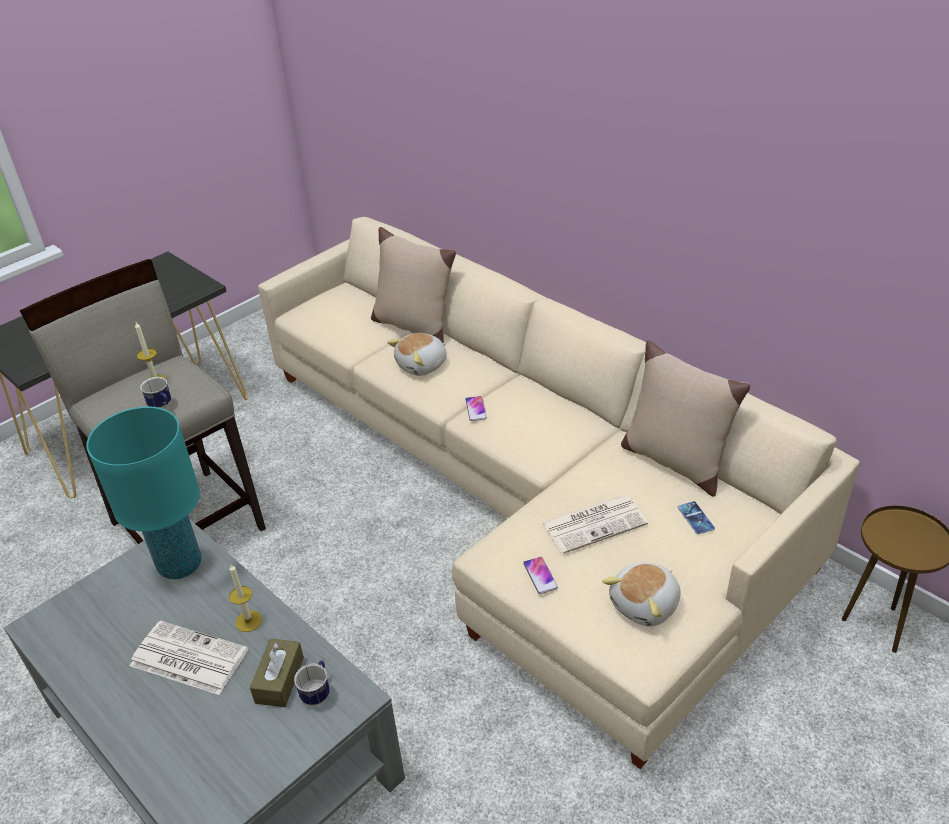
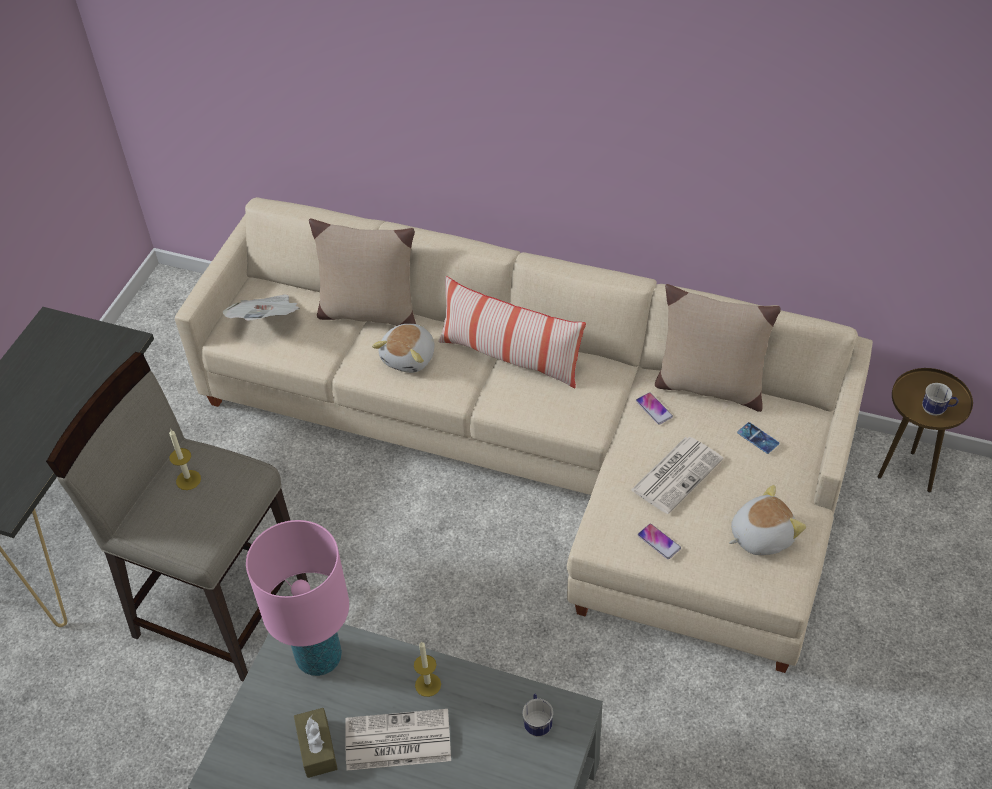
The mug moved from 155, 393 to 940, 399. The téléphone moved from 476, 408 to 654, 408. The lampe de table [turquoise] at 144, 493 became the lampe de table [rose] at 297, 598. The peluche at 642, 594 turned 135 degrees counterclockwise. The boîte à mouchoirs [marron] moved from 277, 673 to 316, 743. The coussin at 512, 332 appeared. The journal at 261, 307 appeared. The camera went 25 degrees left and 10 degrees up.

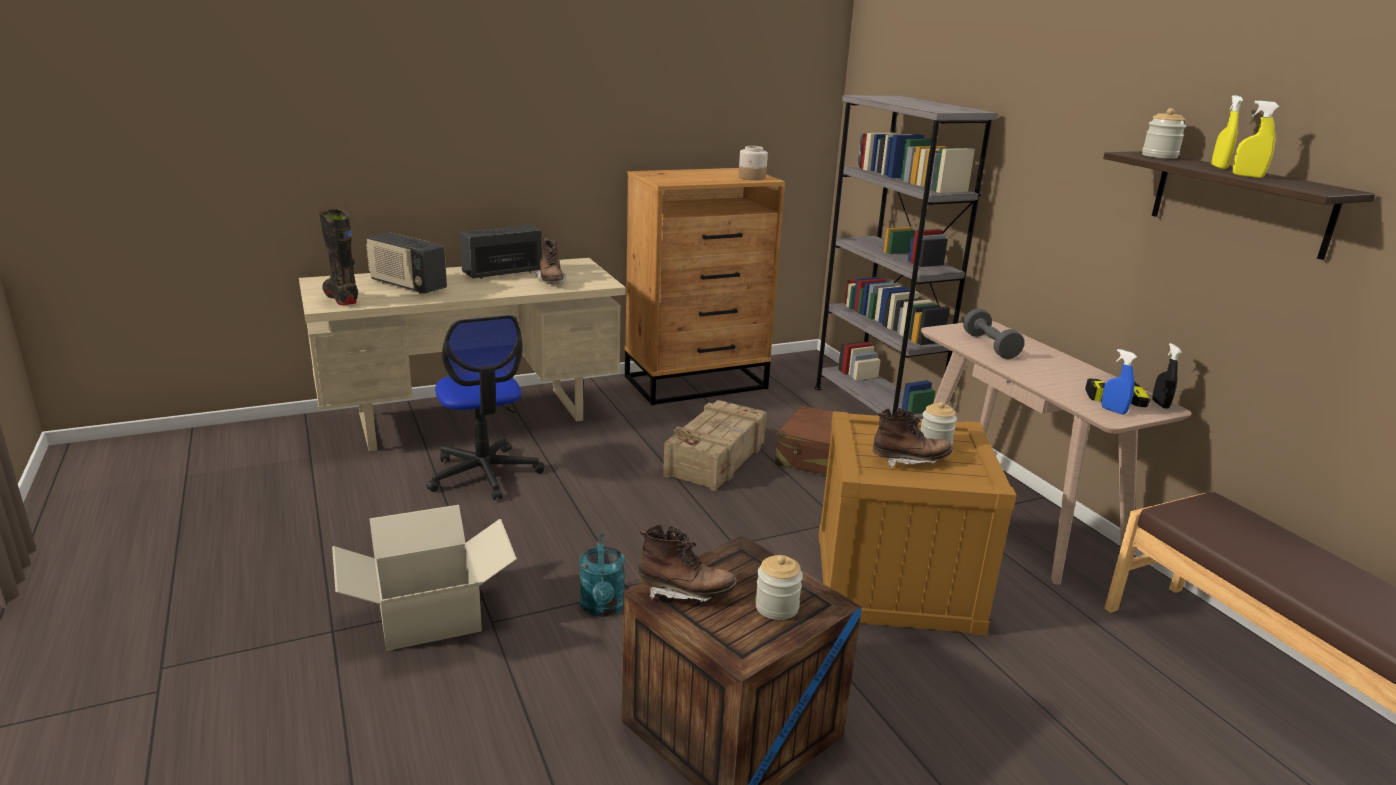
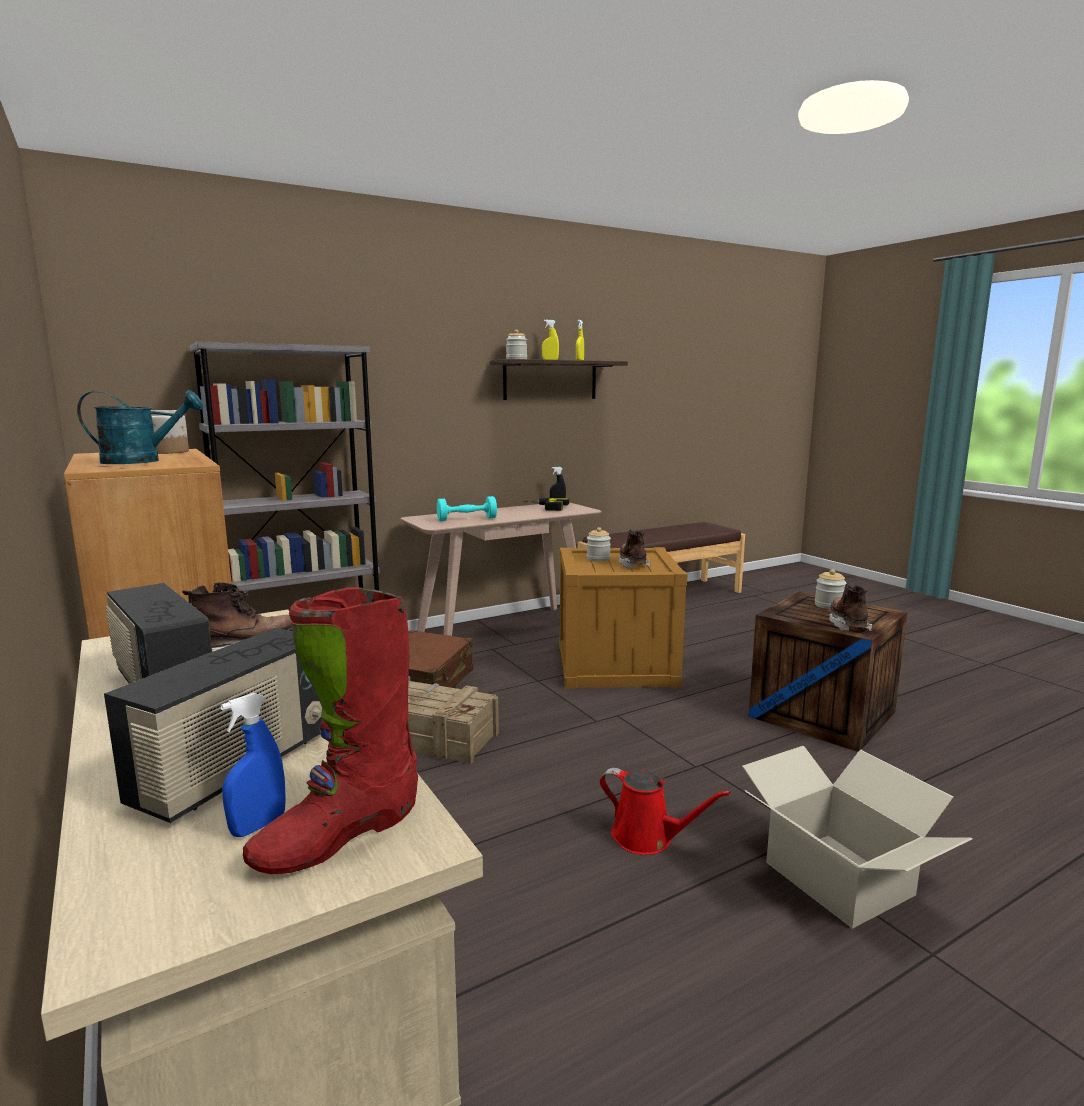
The botte [noir] at 338, 257 became the botte [rouge] at 330, 730. The haltère [gris] at 994, 333 became the haltère [turquoise] at 467, 508. The chaise de bureau at 485, 407 disappeared. The vaporisateur [bleu] moved from 1119, 382 to 253, 765. The arrosoir [turquoise] moved from 602, 575 to 140, 427. The arrosoir [rouge] at 665, 811 appeared. The camera went 95 degrees left and 10 degrees down.

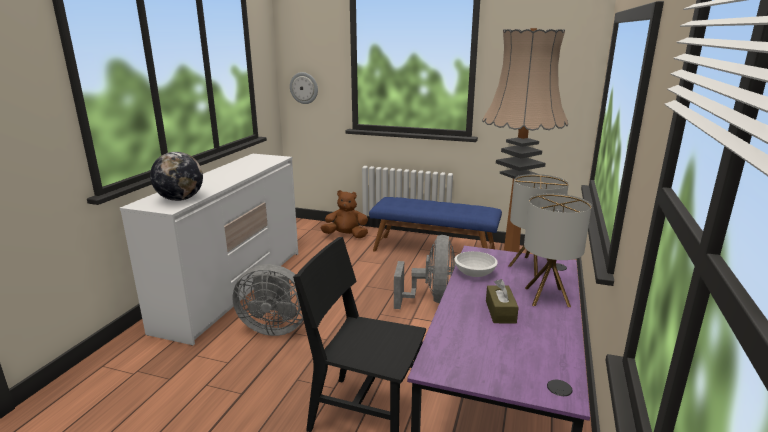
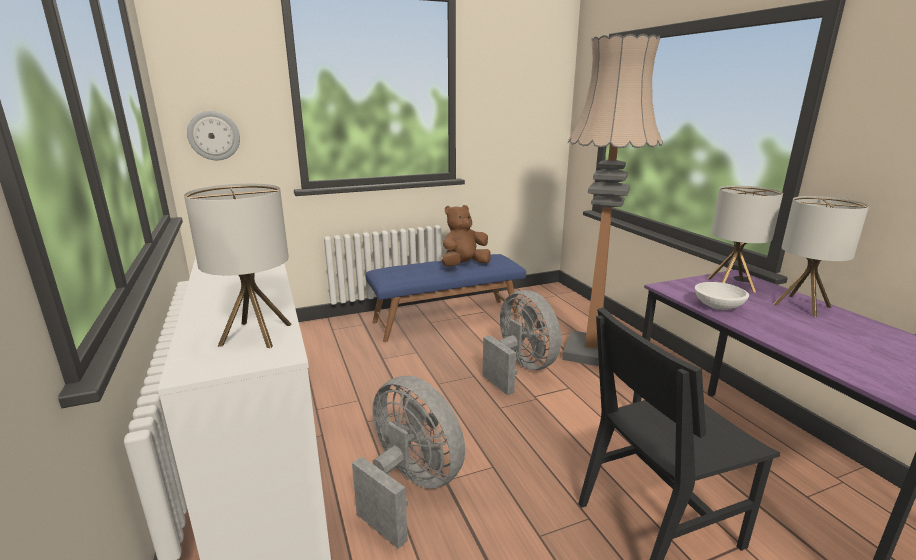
The globe at 176, 176 was replaced by the lampe de table at 238, 265. The peluche [marron] moved from 344, 214 to 466, 235. The ventilateur [gris] at 268, 300 turned 105 degrees counterclockwise. The boîte à mouchoirs [marron] at 502, 301 disappeared. The camera went 40 degrees left and 0 degrees up.

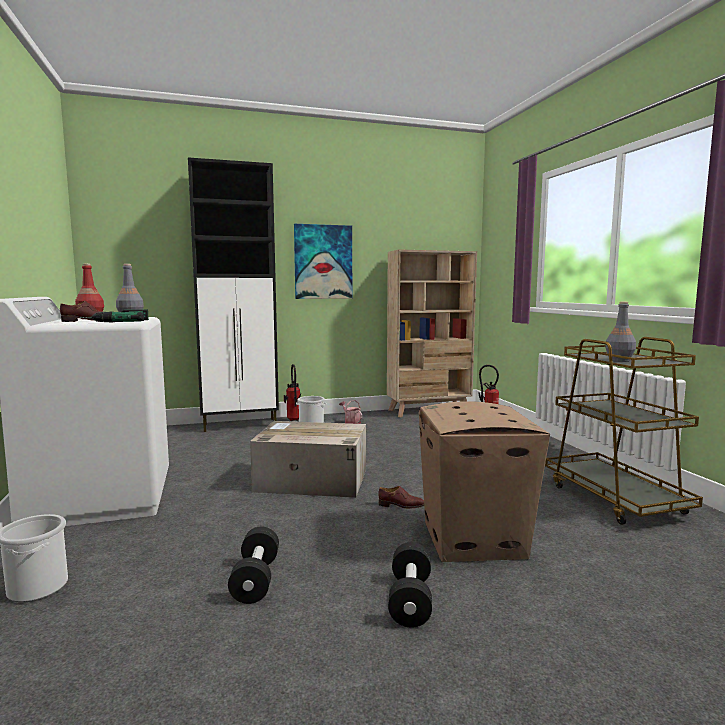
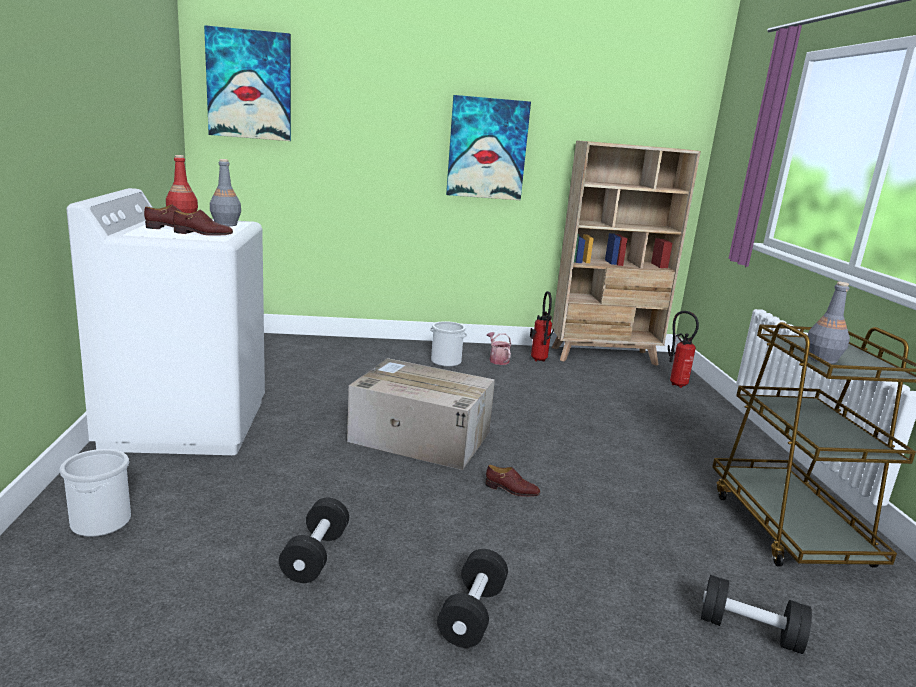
The meuble de rangement [noir] at 233, 294 disappeared. The perceuse at 114, 315 was replaced by the chaussure [marron] at 203, 223. The extincteur moved from 292, 392 to 542, 326. The carton at 484, 481 disappeared. The tableau at 247, 83 appeared. The haltère [noir] at 756, 614 appeared. The camera went 10 degrees right and 10 degrees up.

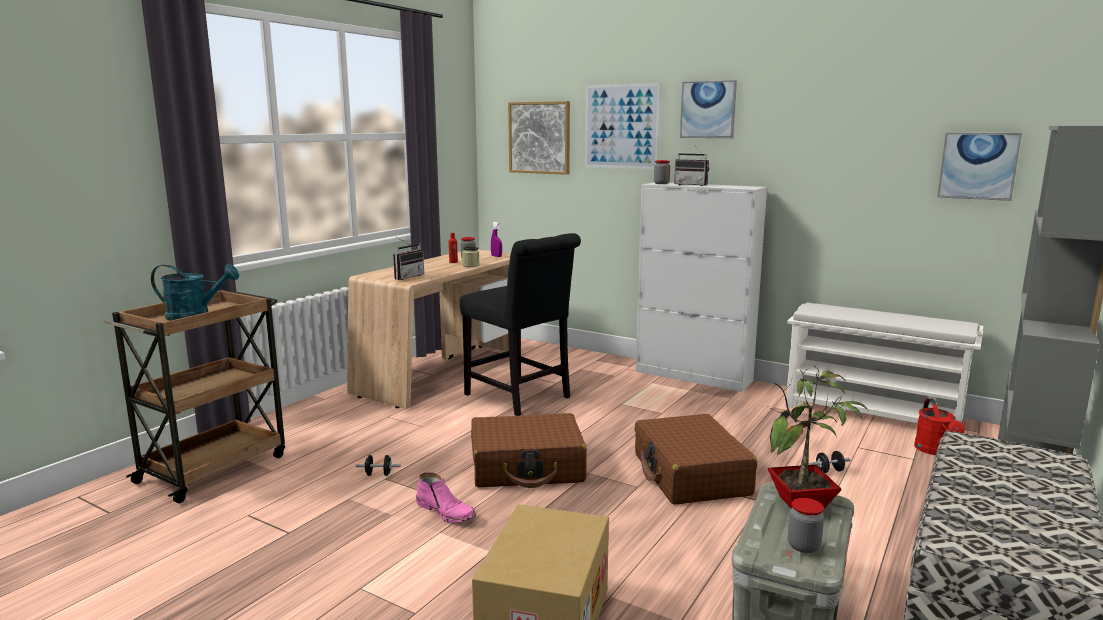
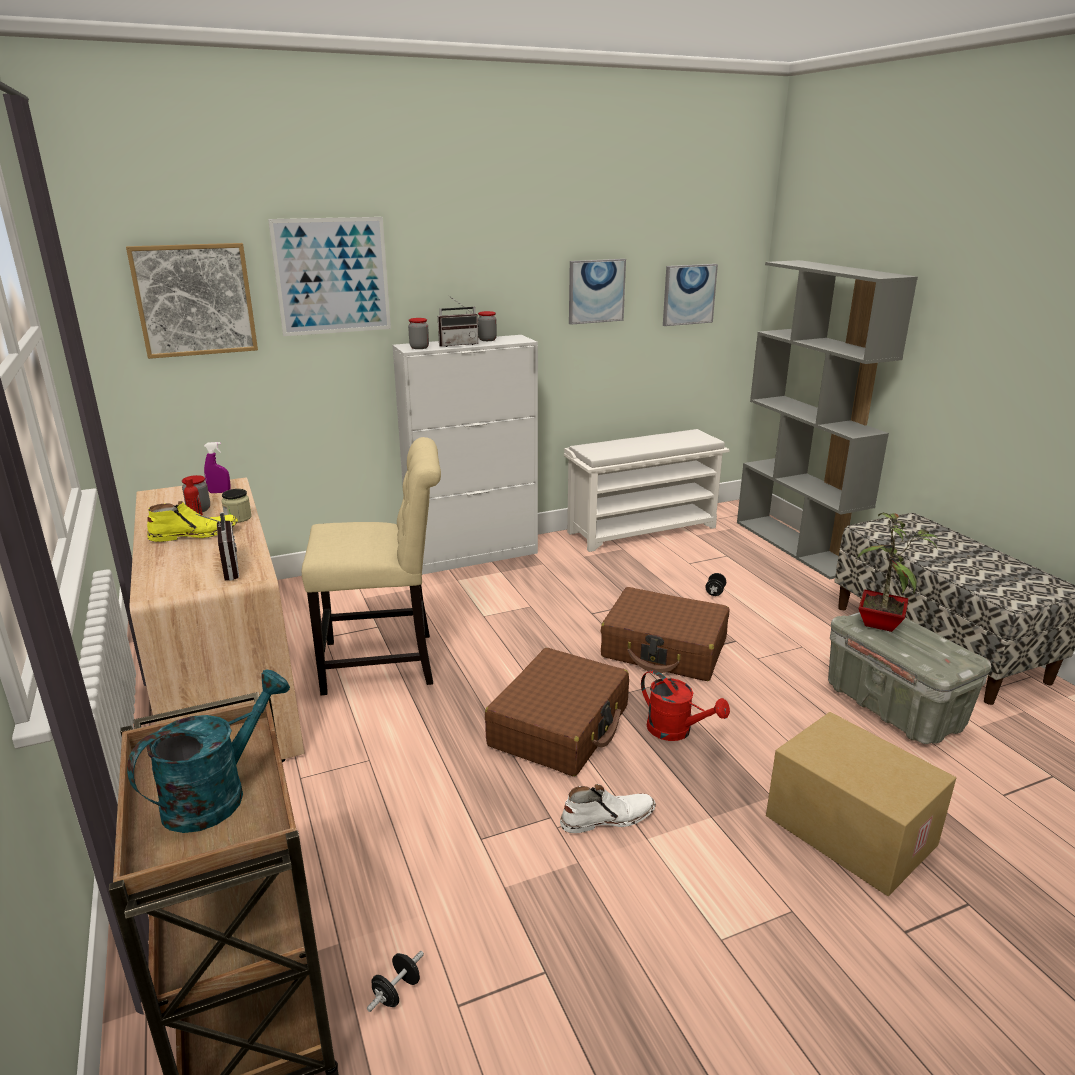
The tableau moved from 708, 109 to 597, 292. The chaise [noir] at 520, 324 became the chaise [beige] at 371, 566. The arrosoir [rouge] moved from 939, 426 to 685, 705. The haltère [noir] moved from 378, 465 to 395, 981. The botte [rose] at 446, 497 became the botte [blanc] at 608, 808. The bocal moved from 806, 525 to 487, 326. The botte [jaune] at 192, 521 appeared. The camera went 55 degrees left and 10 degrees up.

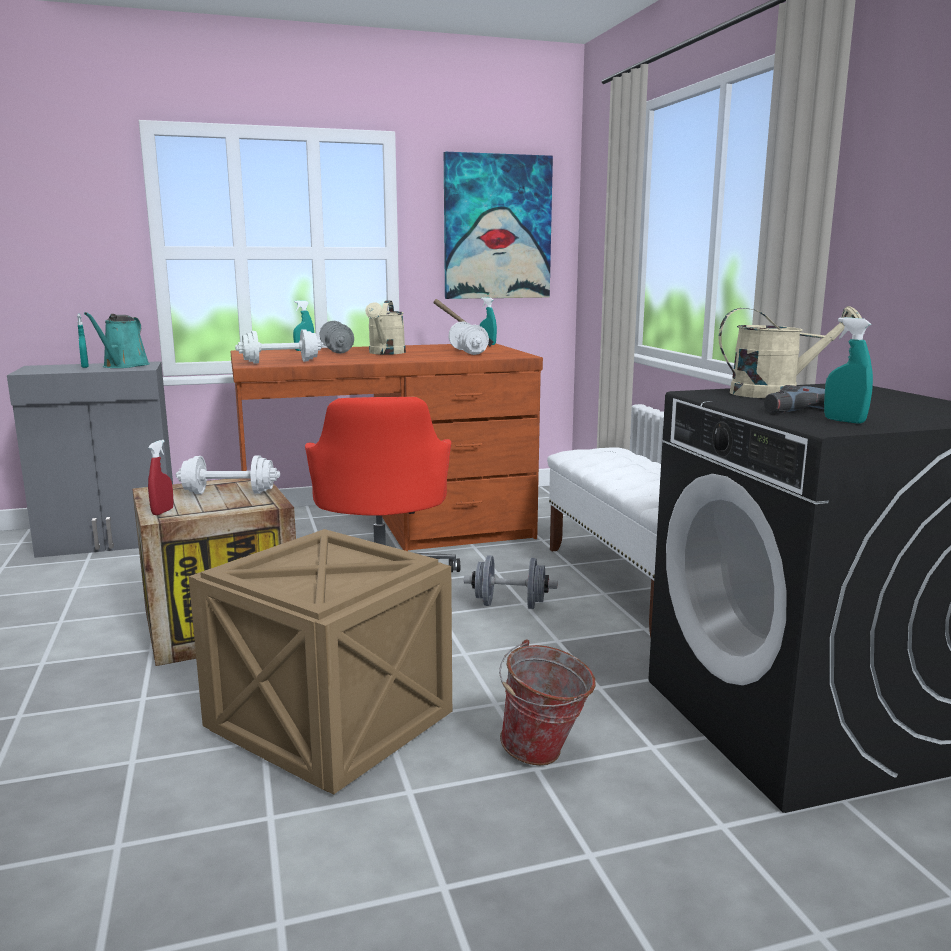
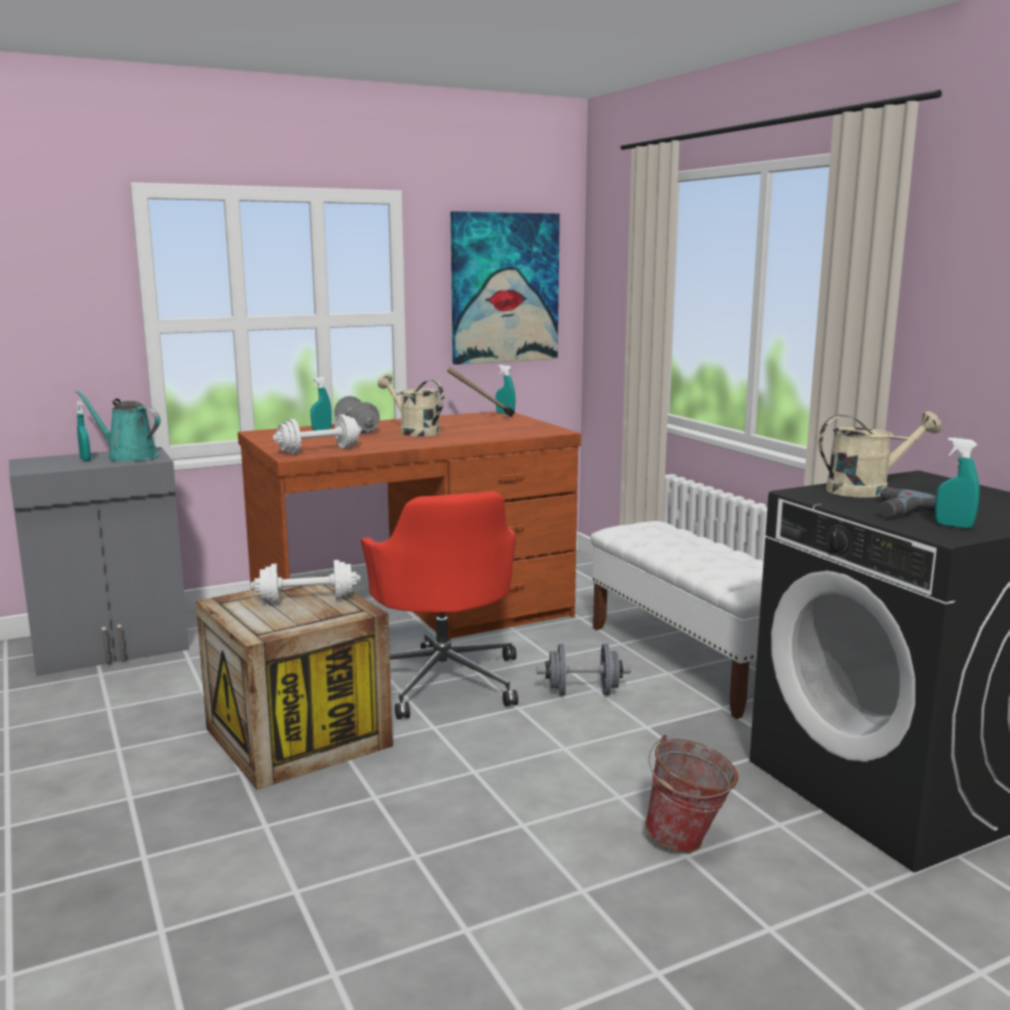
The arrosoir [beige] at 385, 327 turned 135 degrees clockwise. The arrosoir [turquoise] at 117, 340 turned 120 degrees clockwise. The haltère [blanc] at 468, 338 disappeared. The vaporisateur [rouge] at 161, 477 disappeared. The caisse at 320, 661 disappeared. The camera went 10 degrees left and 0 degrees up.

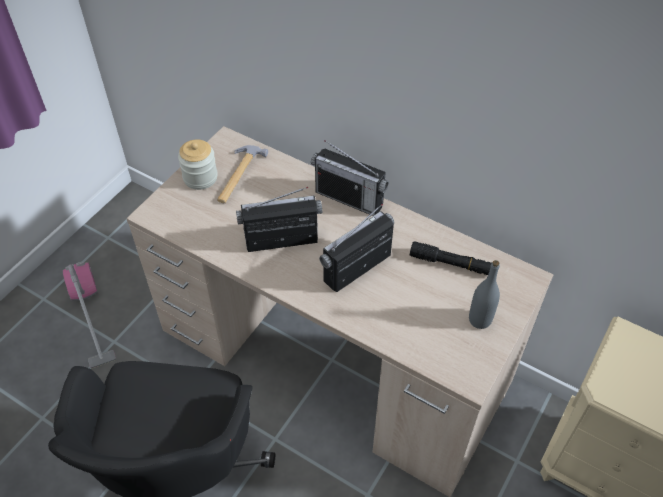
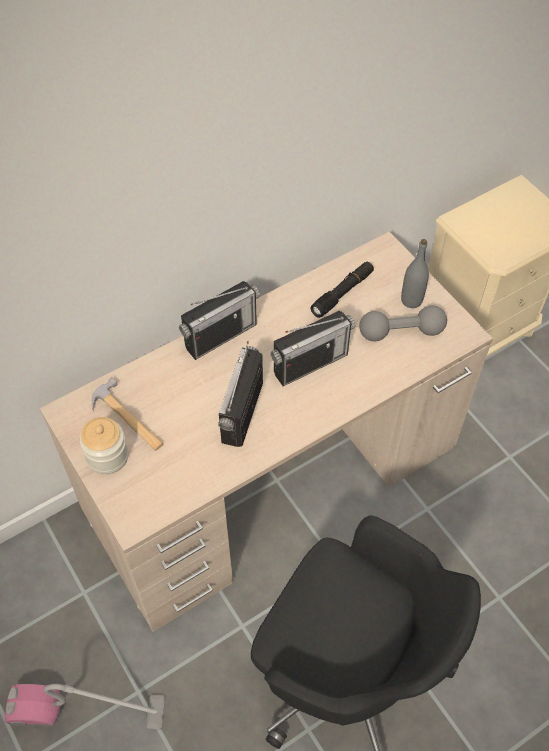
The radio at 356, 248 turned 105 degrees counterclockwise. The haltère [gris] at 403, 323 appeared. The camera went 65 degrees left and 5 degrees up.

